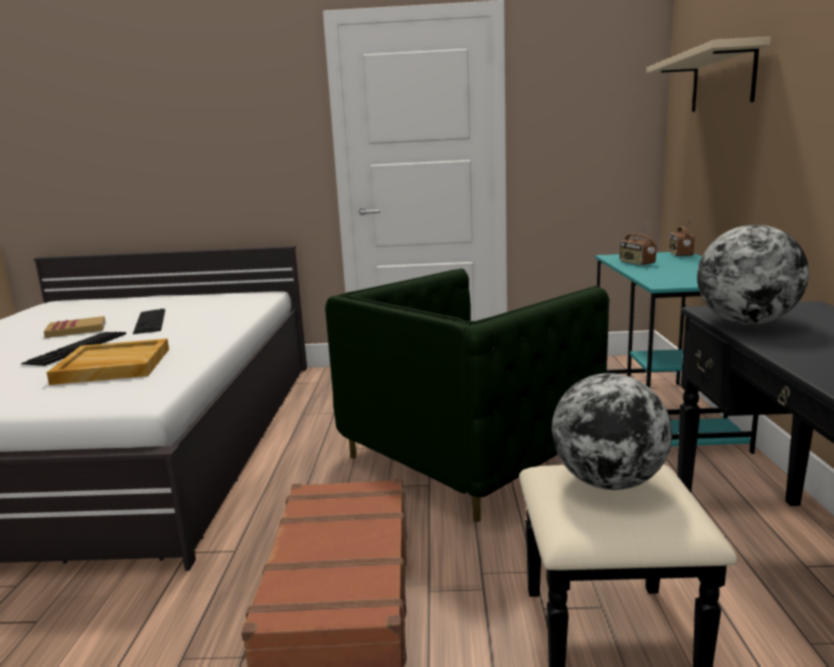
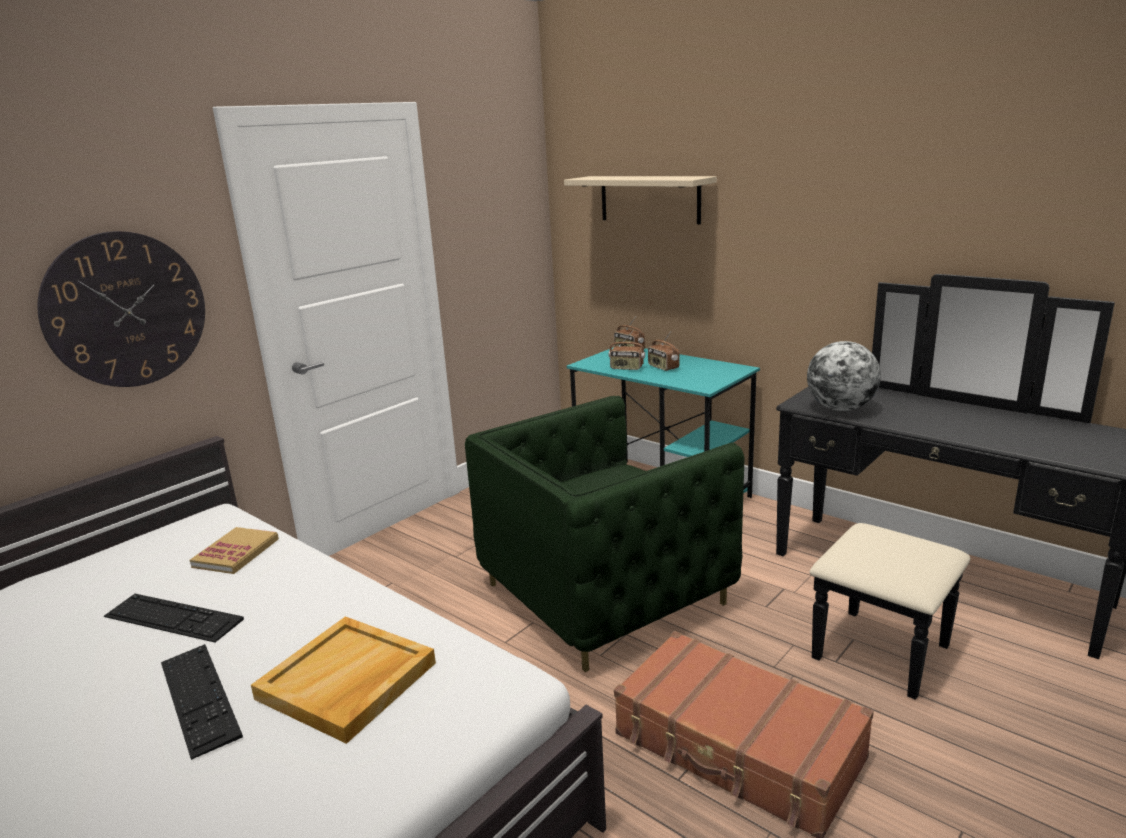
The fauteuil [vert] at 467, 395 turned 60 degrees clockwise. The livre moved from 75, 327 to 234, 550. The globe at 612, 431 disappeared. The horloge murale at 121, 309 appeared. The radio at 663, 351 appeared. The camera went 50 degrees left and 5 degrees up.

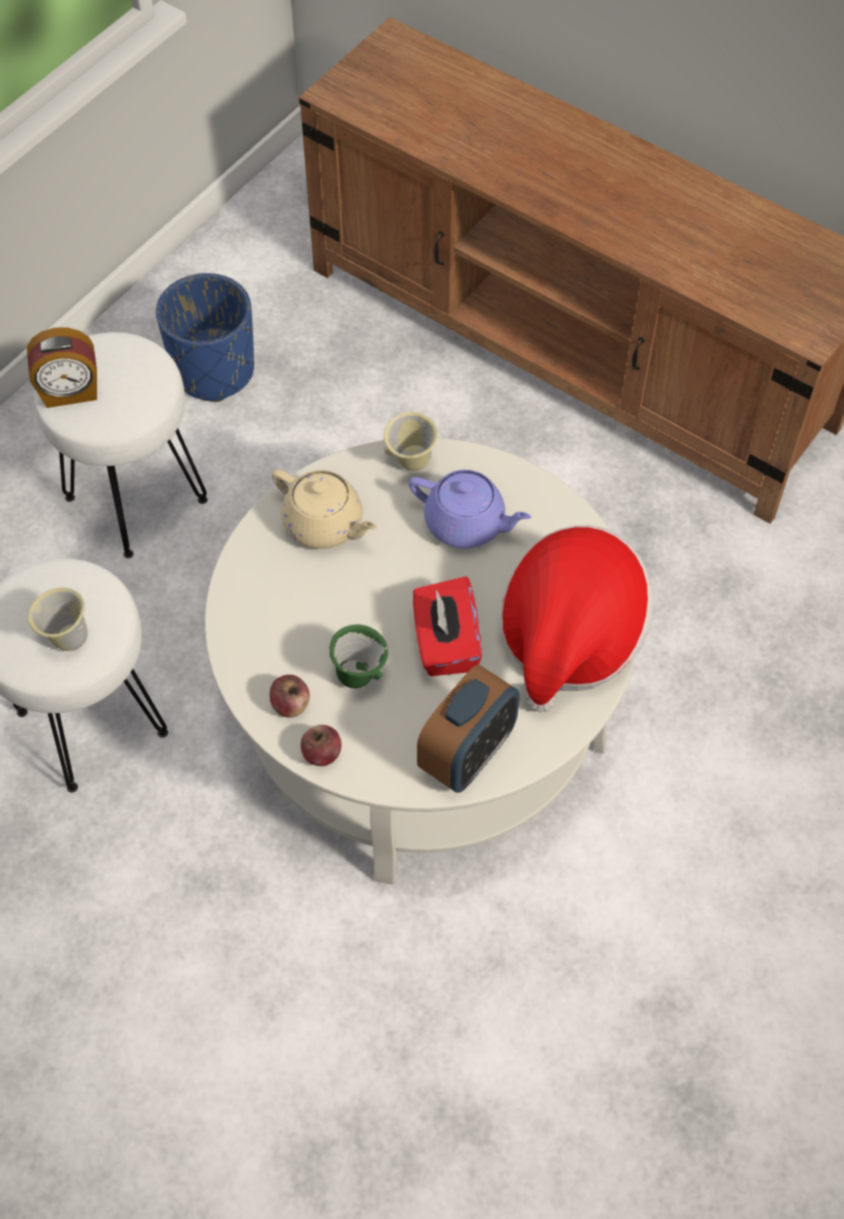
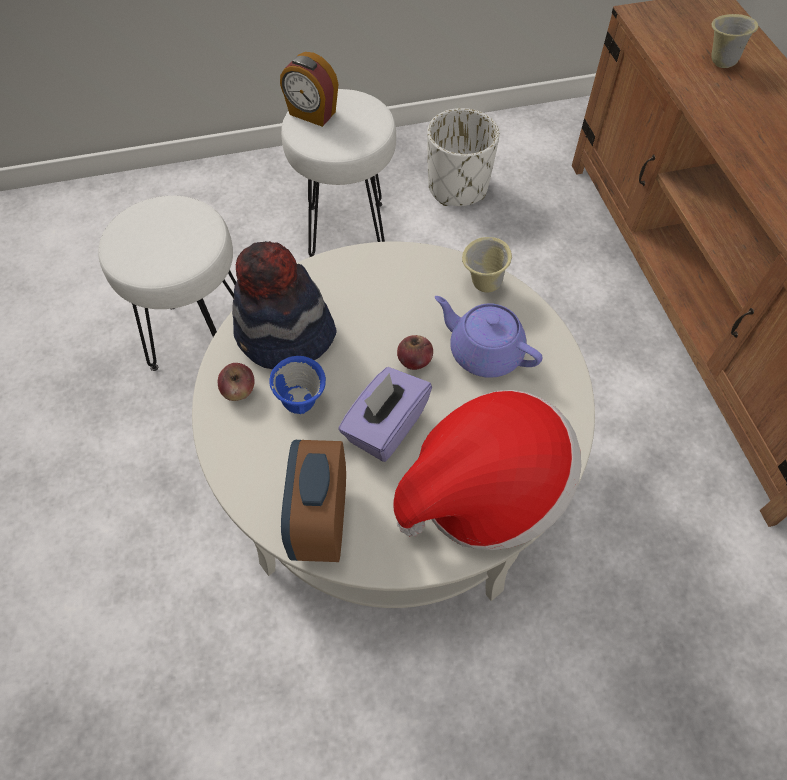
The cache-pot [bleu] at 205, 337 became the cache-pot [blanc] at 463, 157. The théière [beige] at 324, 509 disappeared. The théière [violet] at 470, 509 turned 150 degrees clockwise. The boîte à mouchoirs [rouge] at 447, 626 became the boîte à mouchoirs [violet] at 385, 414. The mug [beige] moved from 58, 619 to 734, 41. The mug [vert] at 358, 656 became the mug [bleu] at 297, 385. The réveil at 468, 729 turned 105 degrees clockwise. The pomme moved from 321, 745 to 415, 352. The chapeau at 284, 305 appeared. The camera went 40 degrees right and 0 degrees up.

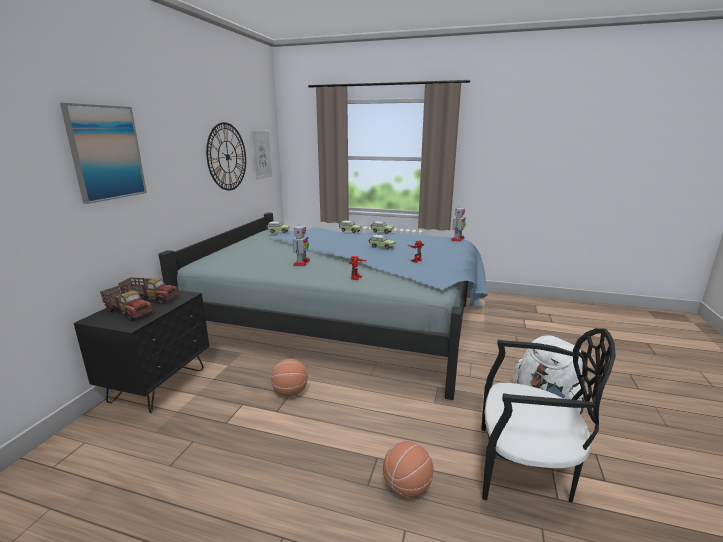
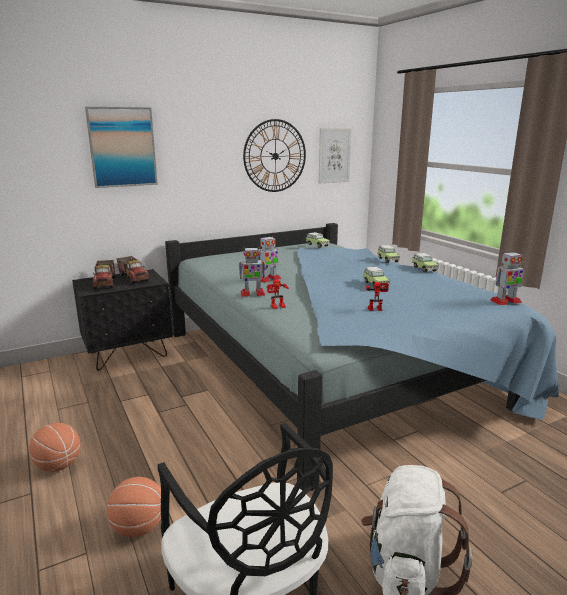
The ballon de basket moved from 289, 378 to 55, 447. The robot jouet at 252, 271 appeared. The camera went 45 degrees right and 0 degrees up.

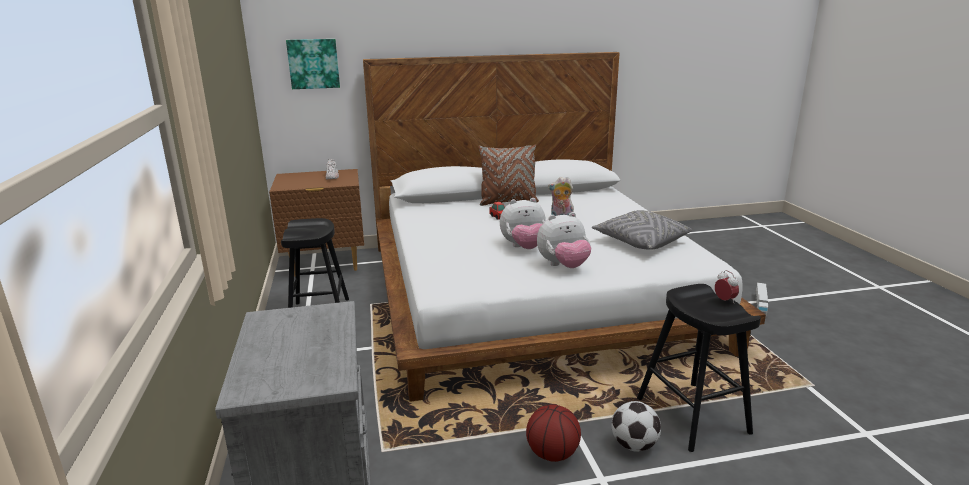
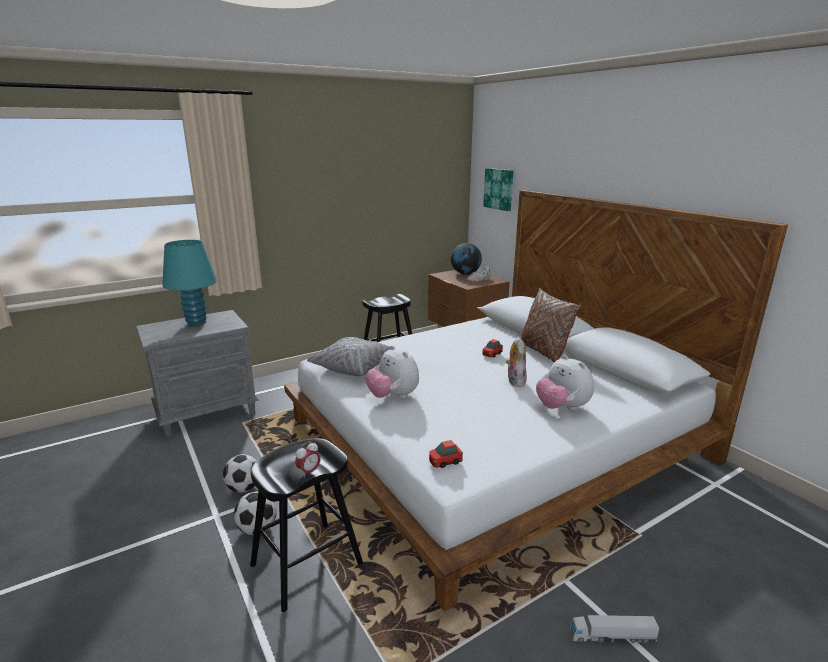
The peluche moved from 523, 223 to 565, 382. The coussin [gris] moved from 642, 230 to 348, 356. The ballon de basket at 553, 433 was replaced by the ballon de foot at 240, 473. The lampe de table [turquoise] at 189, 283 appeared. The globe at 466, 259 appeared. The petite voiture at 446, 454 appeared. The camera went 70 degrees right and 0 degrees up.

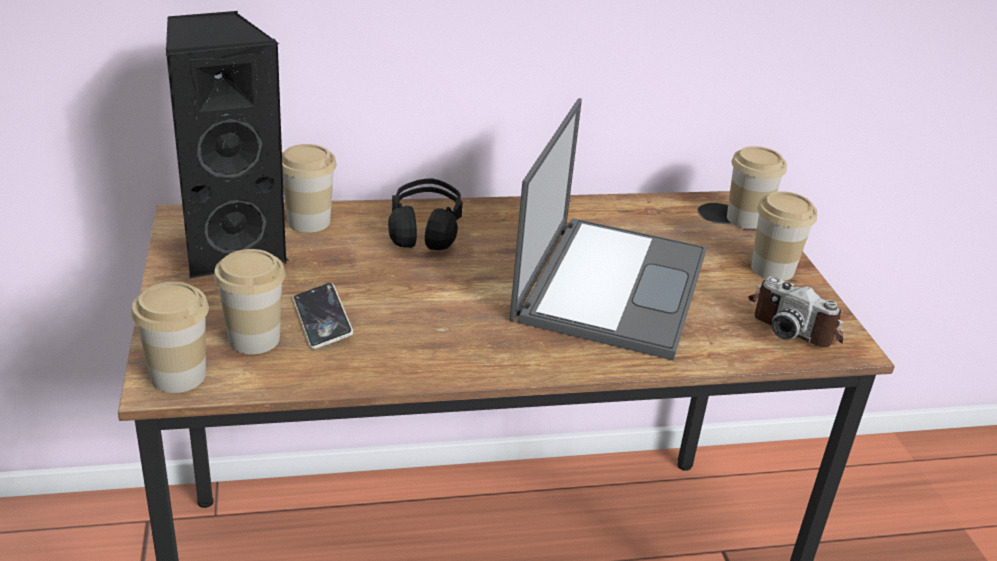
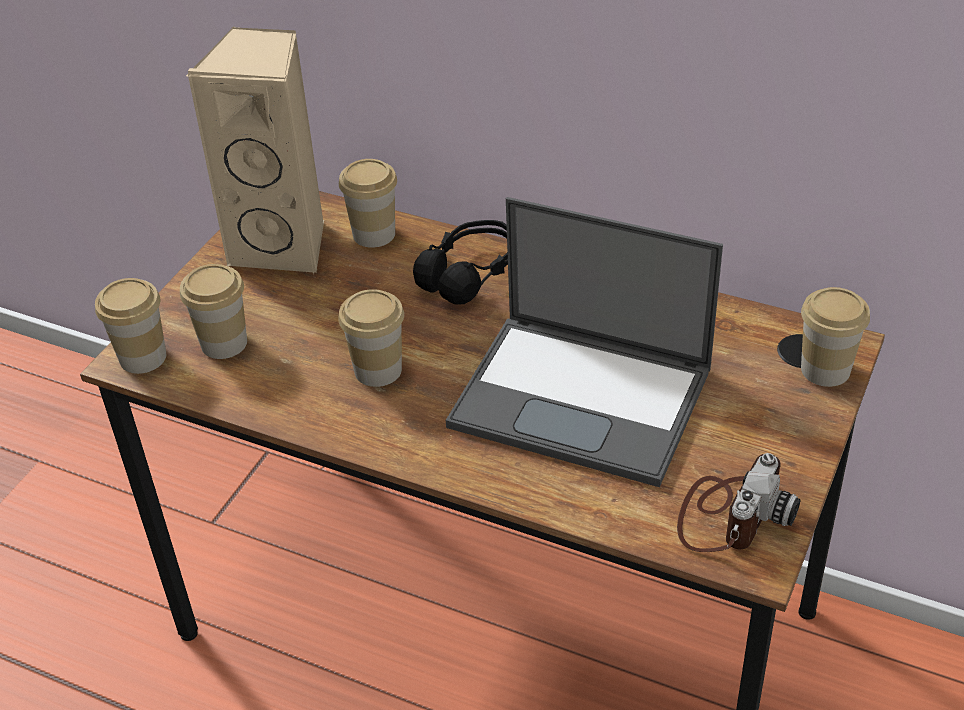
The enceinte [noir] at 227, 144 became the enceinte [beige] at 255, 151. The ordinateur portable at 608, 229 turned 60 degrees clockwise. The tasse moved from 784, 236 to 371, 338. The appareil photo at 795, 312 turned 135 degrees counterclockwise. The téléphone at 323, 316 disappeared. The camera went 40 degrees right and 10 degrees up.

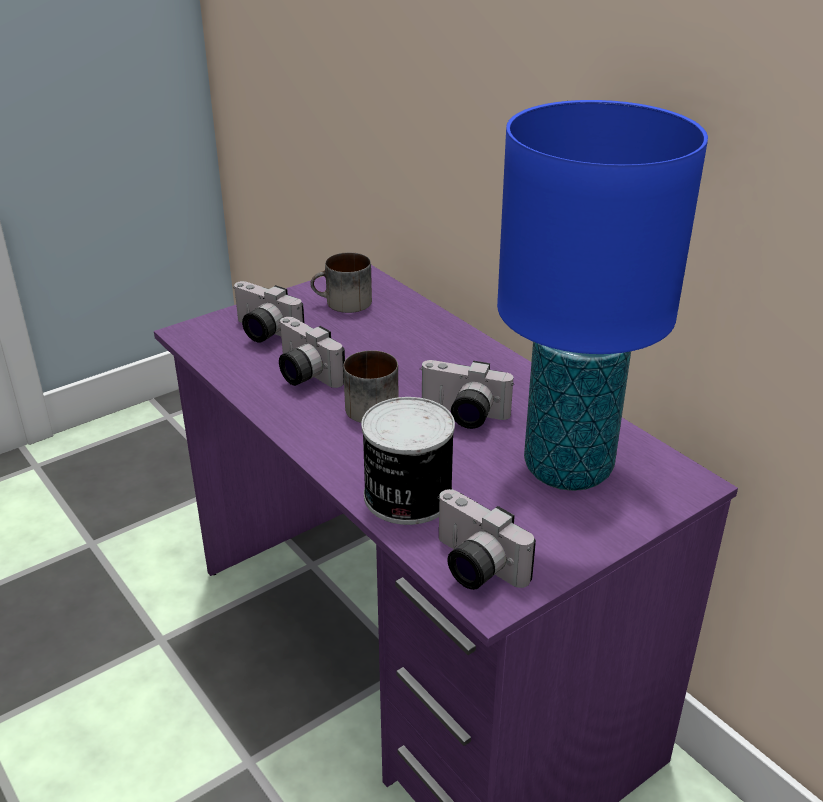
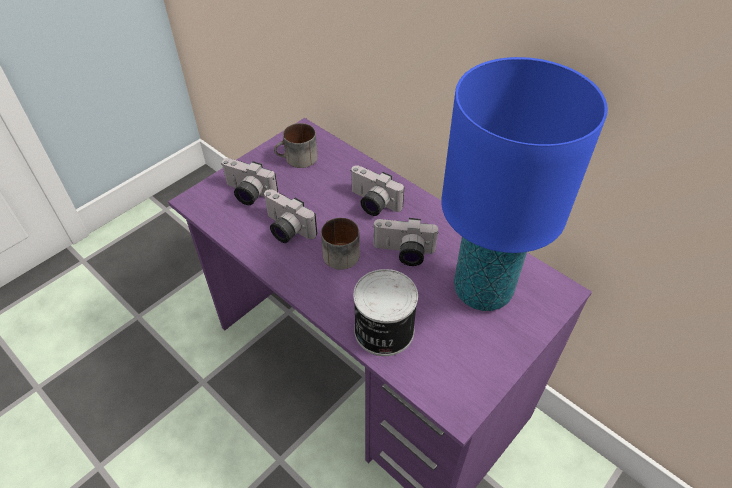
The appareil photo moved from 486, 539 to 377, 190. The camera went 10 degrees left and 15 degrees up.

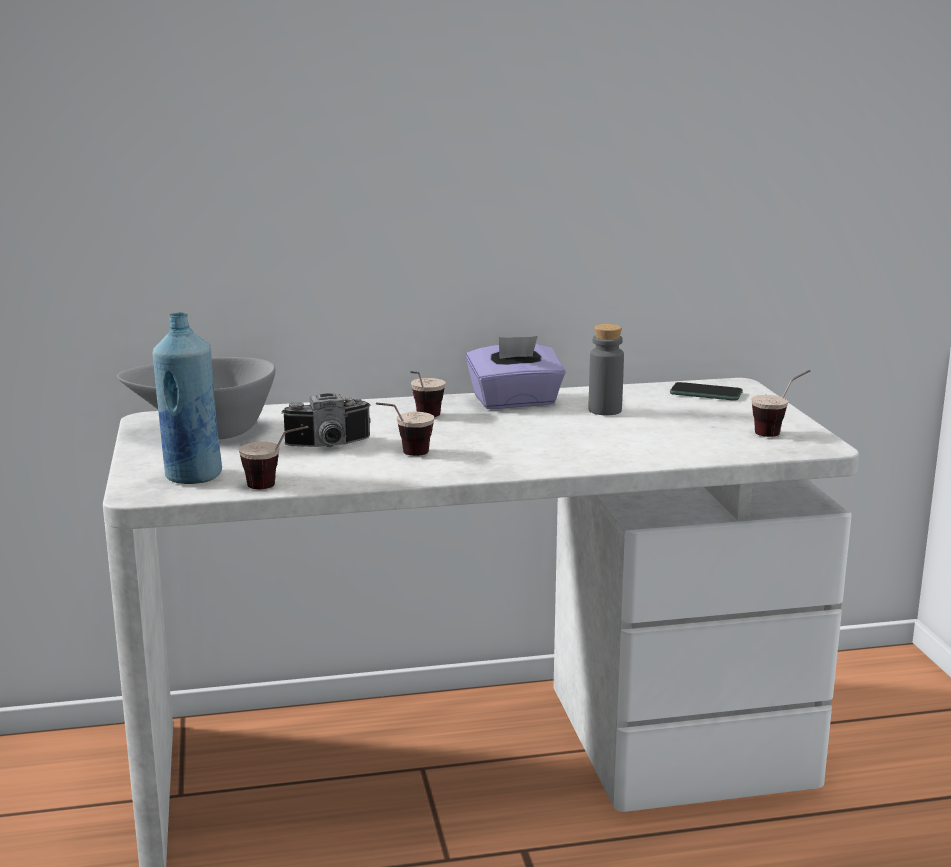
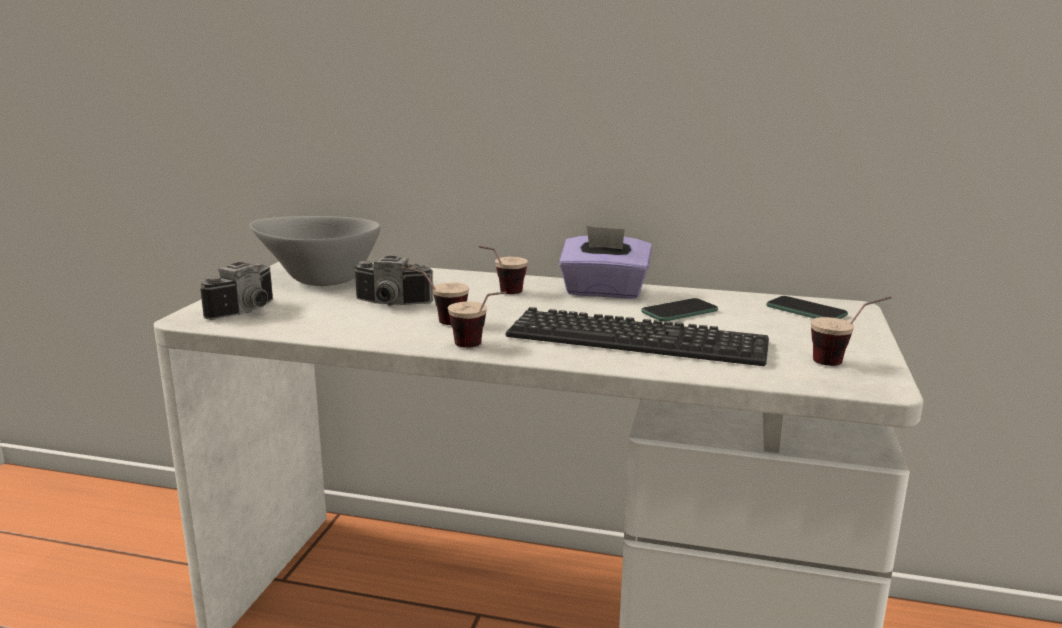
The bouteille [bleu] at 187, 398 was replaced by the appareil photo at 236, 291. The bouteille [gris] at 606, 369 was replaced by the téléphone at 679, 309. The tasse moved from 273, 457 to 477, 319. The clavier at 637, 336 appeared. The camera went 25 degrees right and 0 degrees up.

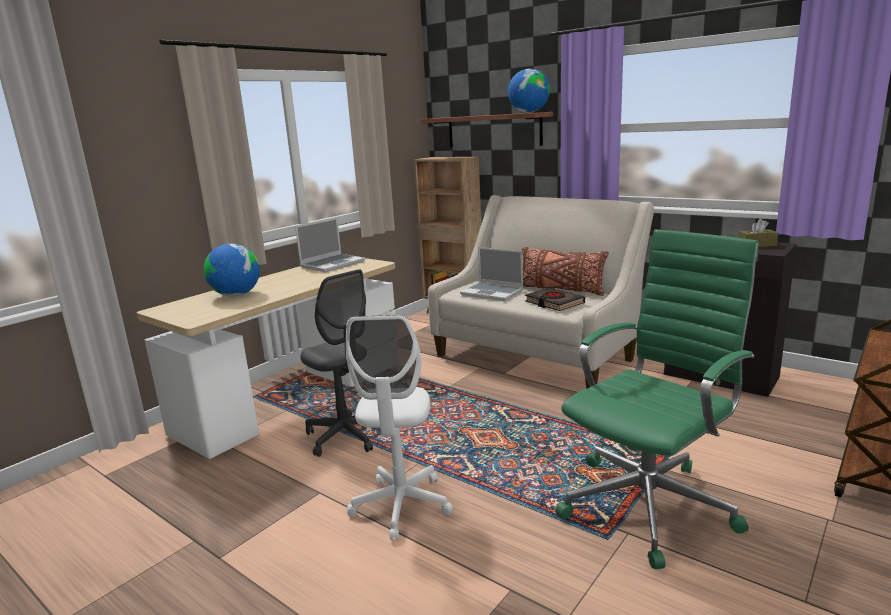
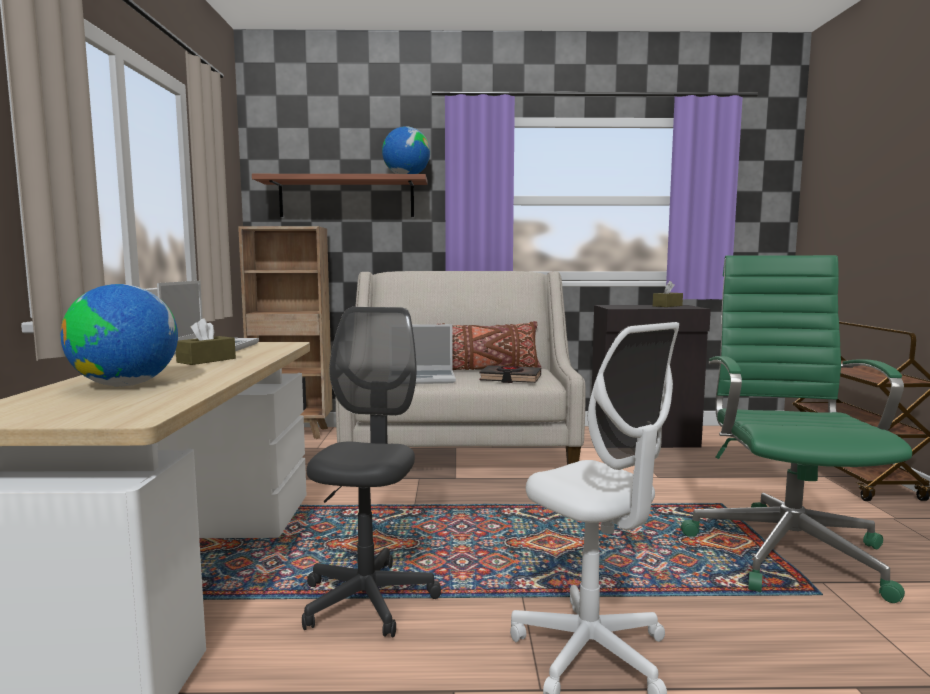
The chaise de bureau [gris] at 336, 363 turned 90 degrees counterclockwise. The boîte à mouchoirs [marron] at 206, 341 appeared. The camera went 40 degrees left and 10 degrees down.

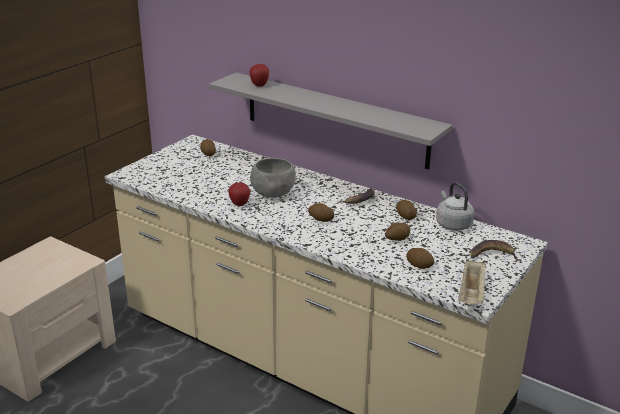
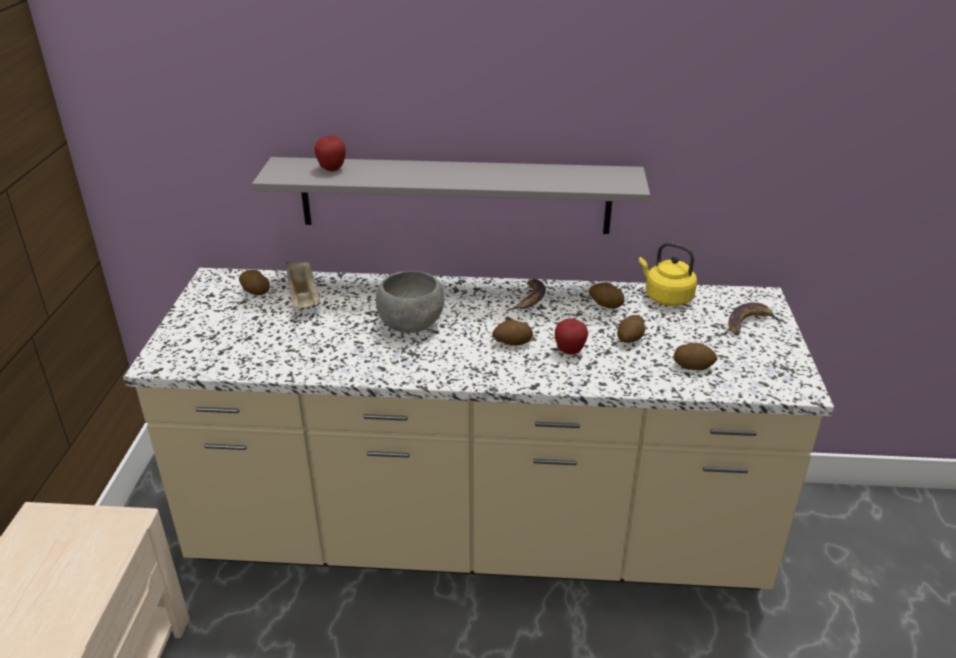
The bouilloire [gris] at 455, 206 became the bouilloire [jaune] at 668, 274. The pomme moved from 239, 194 to 571, 336. The plateau [beige] moved from 472, 281 to 303, 284. The camera went 30 degrees left and 5 degrees up.

